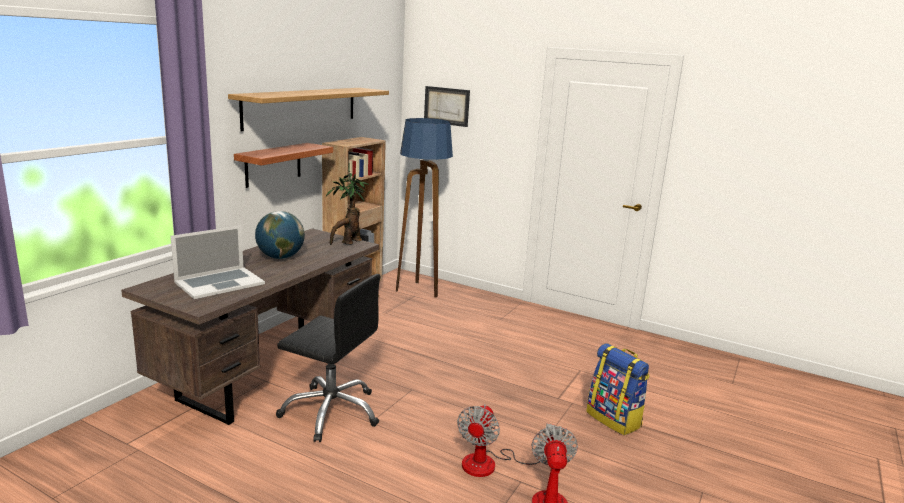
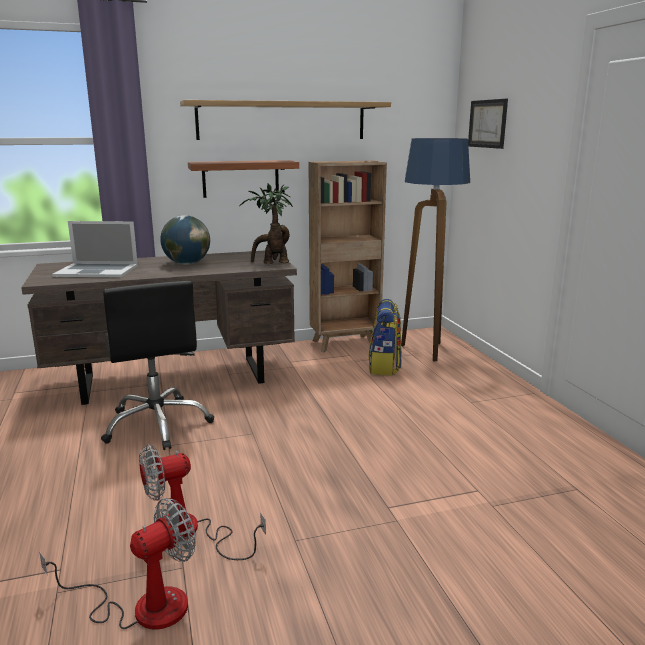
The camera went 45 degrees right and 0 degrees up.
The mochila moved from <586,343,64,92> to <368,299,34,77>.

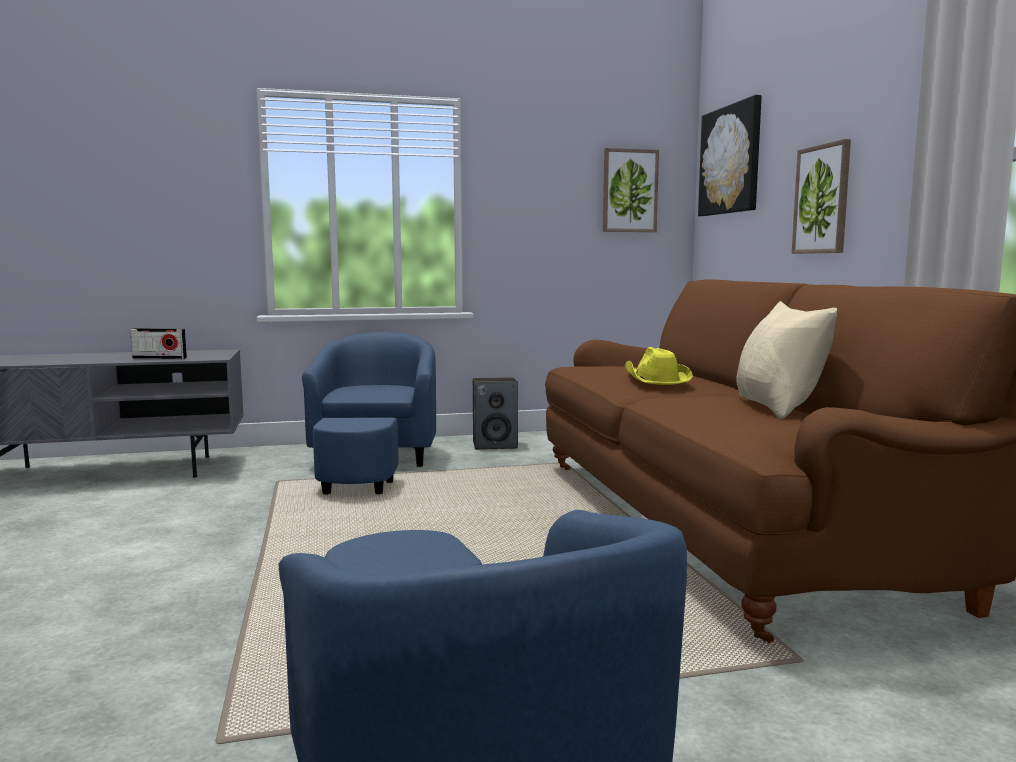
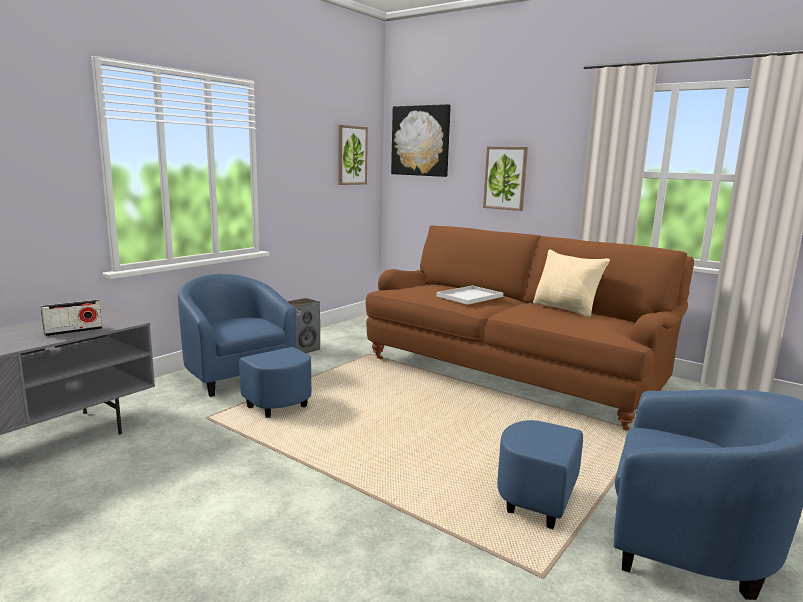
The camera went 40 degrees left and 5 degrees up.
The sombrero [amarillo] at <625,347,68,38> was replaced by the bandeja [blanco] at <437,285,66,20>.

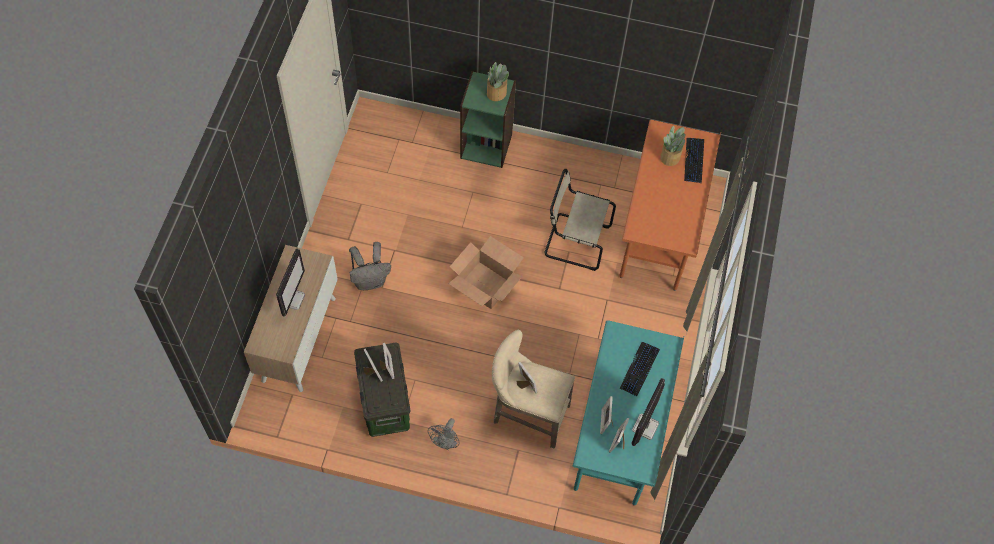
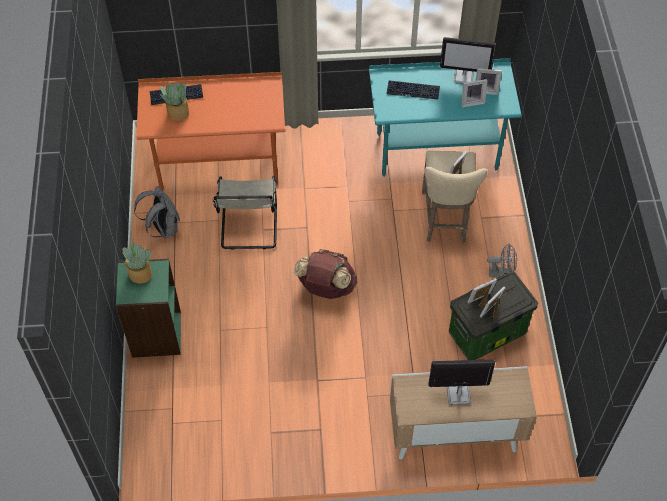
The camera went 105 degrees left and 5 degrees down.
The mochila [gris] moved from <349,242,42,48> to <134,186,46,53>.
The caja de cartón at <448,236,76,73> was replaced by the mochila [marrón] at <294,249,64,50>.

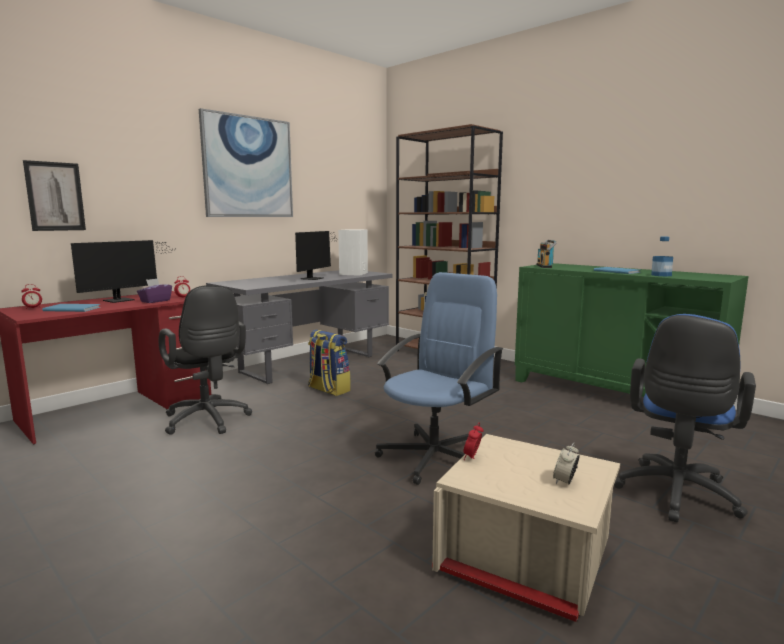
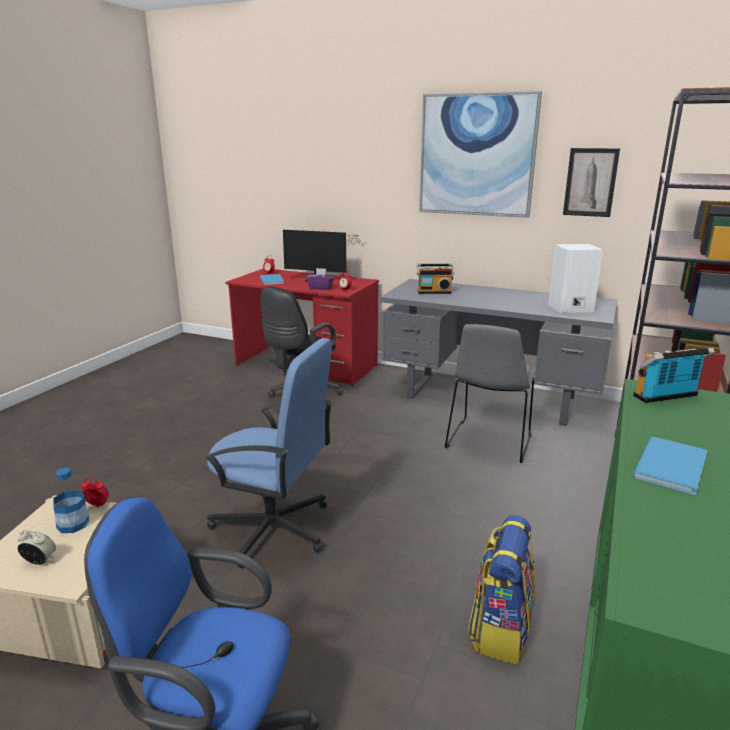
The camera went 70 degrees right and 10 degrees up.
The botella moved from <651,237,22,39> to <53,468,36,65>.
The radio at <417,264,37,30> appeared.
The silla [gris] at <445,324,90,139> appeared.
The mochila moved from <308,330,43,66> to <468,515,68,150>.
The cuadro moved from <23,160,63,71> to <563,148,57,69>.
The monitor at <295,231,42,49> disappeared.

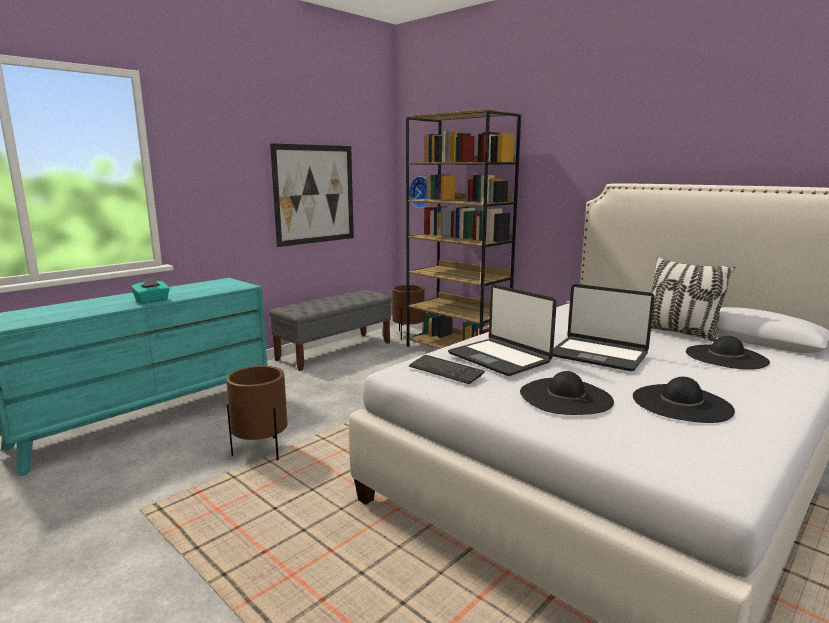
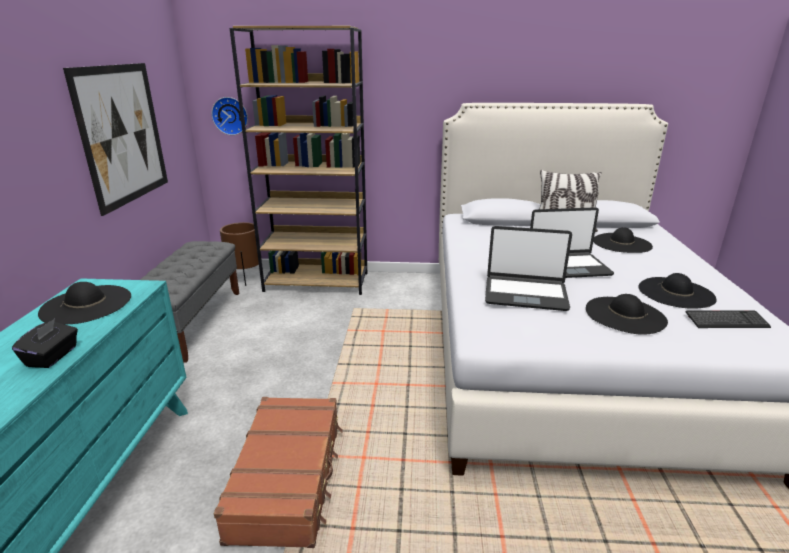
The camera went 40 degrees left and 10 degrees up.
The caja de pañuelos [turquesa] at <131,277,39,27> became the caja de pañuelos [negro] at <12,319,66,49>.
The sombrero [negro] at <38,282,93,43> appeared.
The maceta [marrón] at <226,366,62,94> was replaced by the maleta [marrón] at <214,397,129,151>.
The teclado moved from <409,355,76,29> to <686,310,85,18>.

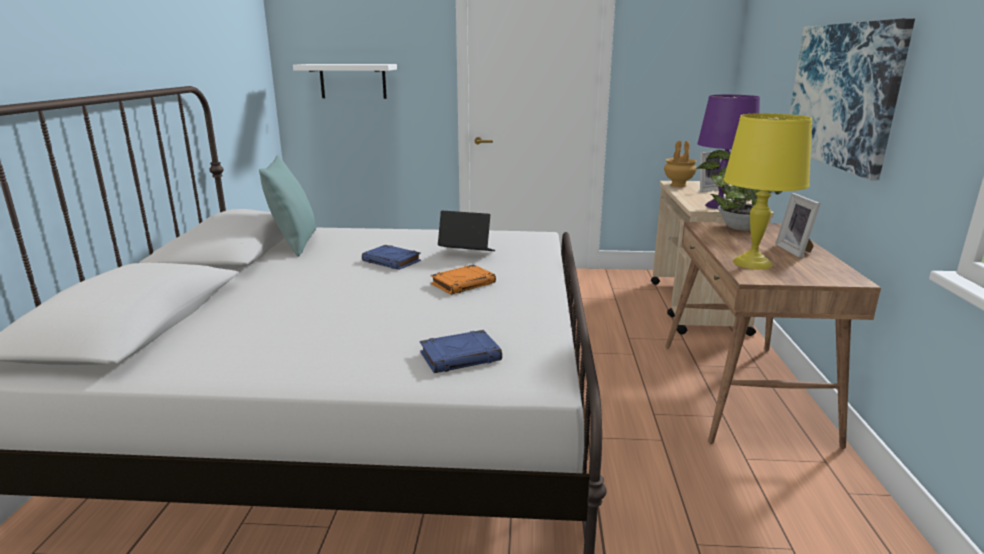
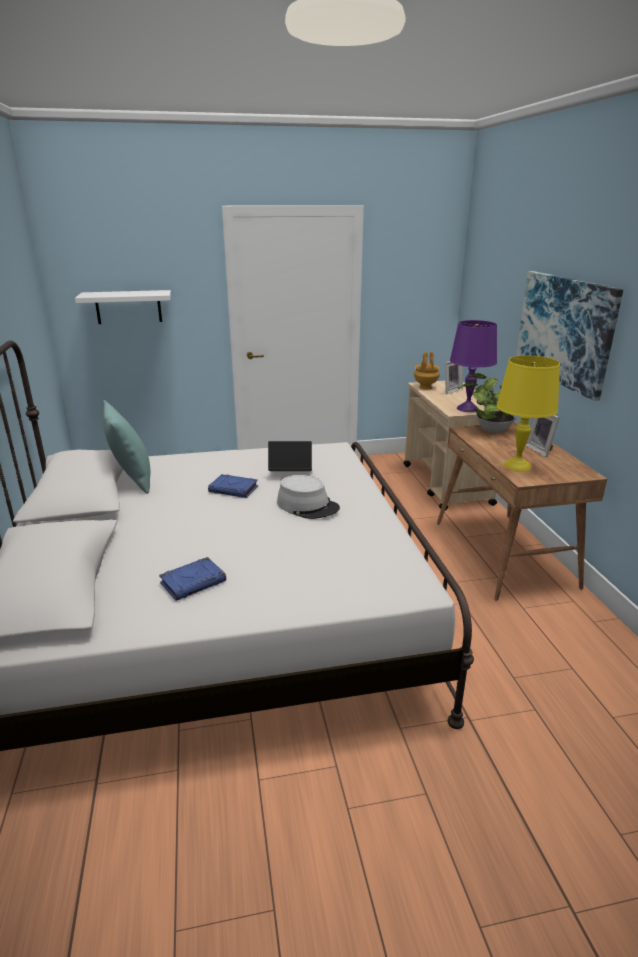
The camera went 15 degrees left and 5 degrees up.
The libro [azul] moved from <420,330,82,43> to <159,557,67,44>.
The libro [naranja] at <431,264,65,31> was replaced by the sombrero [gris] at <277,475,63,44>.

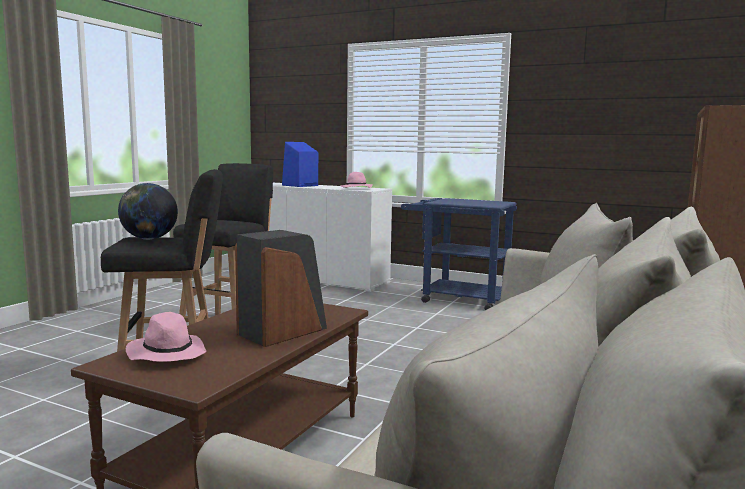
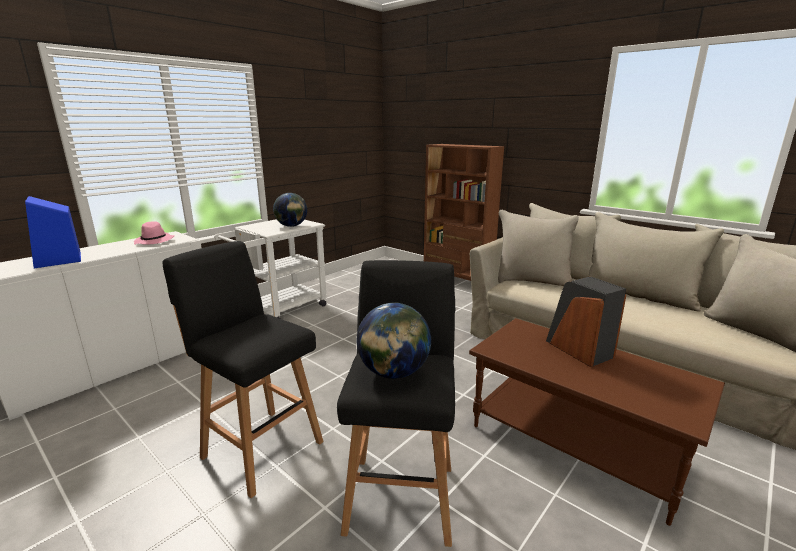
The camera went 75 degrees left and 10 degrees up.
The carrito [azul] at <401,198,116,112> became the carrito [blanco] at <214,219,113,100>.
The globo terráqueo at <273,193,34,34> appeared.
The sombrero [rosa] at <126,312,80,50> disappeared.

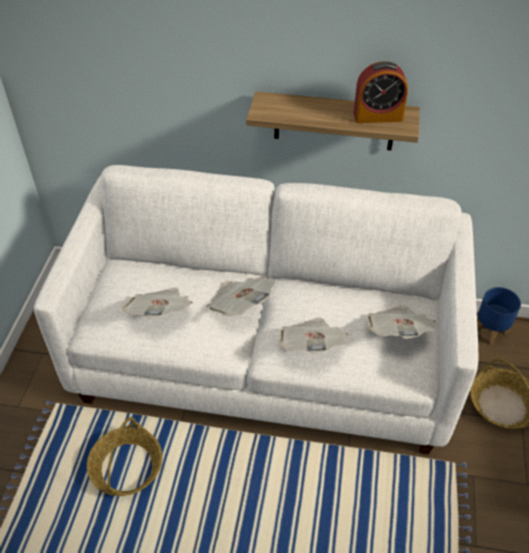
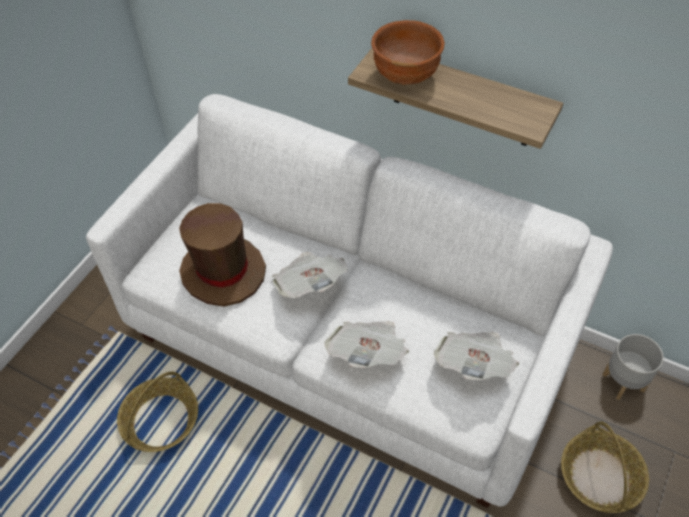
The camera went 20 degrees right and 5 degrees up.
The periódico at <122,287,71,31> was replaced by the sombrero [marrón] at <179,203,87,104>.
The cuenco [marrón] at <371,20,74,65> appeared.
The maceta [azul] at <477,287,44,58> became the maceta [gris] at <602,334,62,66>.
The despertador at <354,61,54,62> disappeared.

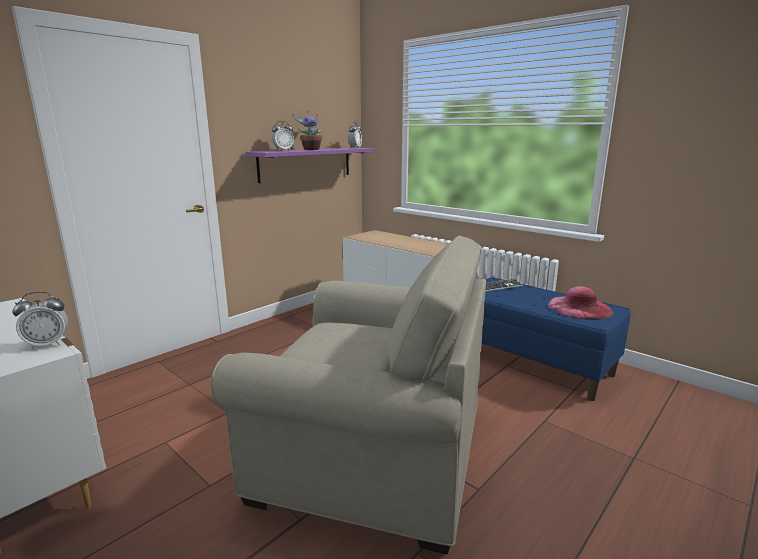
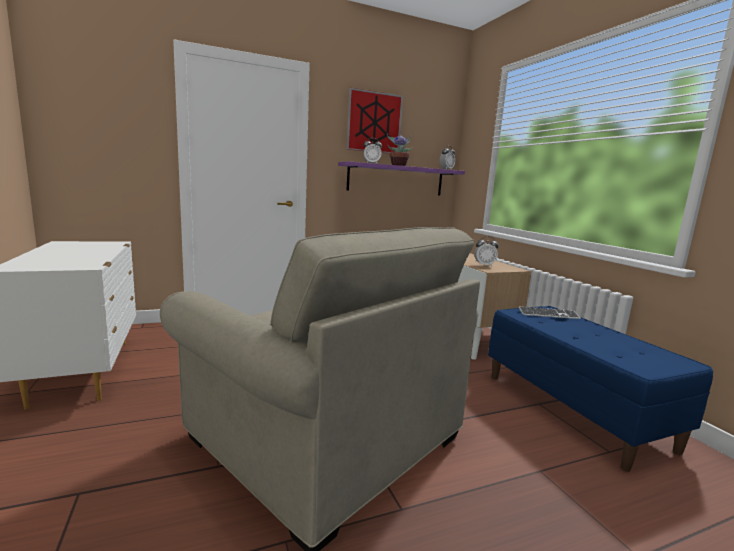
The camera went 25 degrees right and 5 degrees down.
The cuadro at <346,88,57,66> appeared.
The despertador moved from <12,292,56,58> to <474,236,25,31>.
The sombrero [rosa] at <548,286,66,34> disappeared.

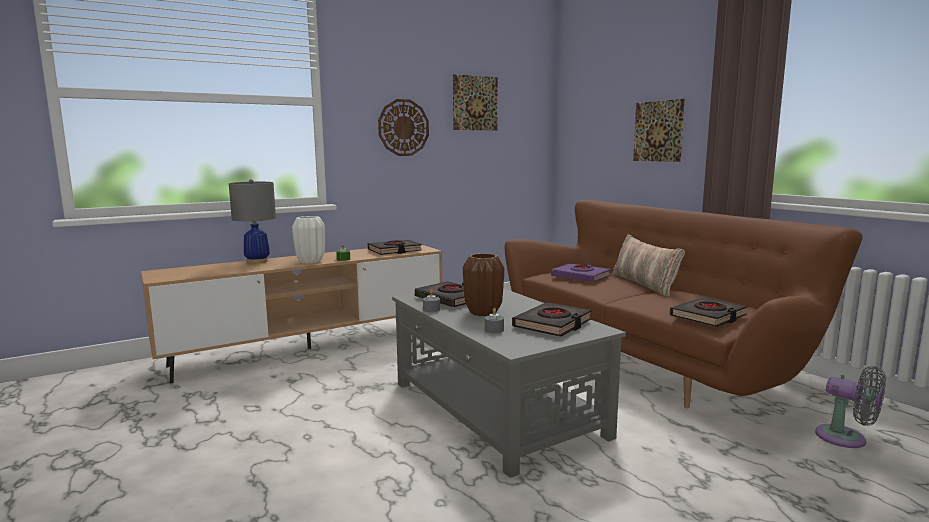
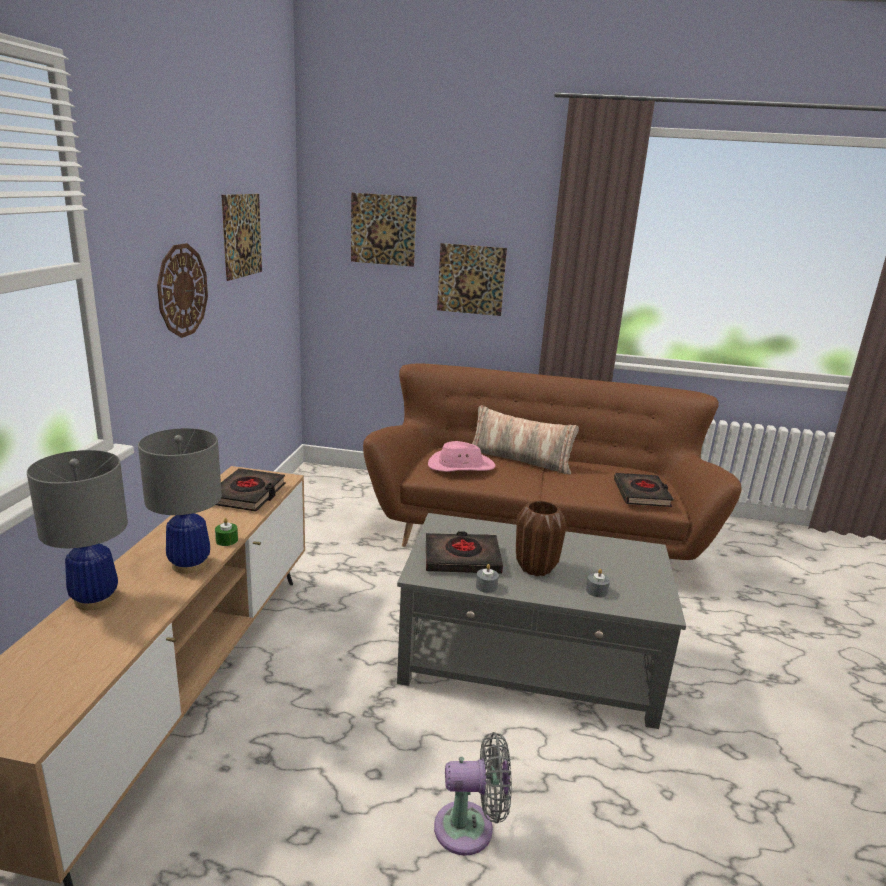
The camera went 50 degrees left and 10 degrees up.
The florero [blanco] at <292,216,33,48> was replaced by the lámpara de mesa [gris] at <138,428,84,146>.
The cuadro at <351,193,66,74> appeared.
The libro [morado] at <551,264,60,18> was replaced by the sombrero [rosa] at <428,441,68,31>.
The ventilador [gris] moved from <815,366,71,82> to <434,732,78,124>.
The libro [negro] at <512,302,80,35> disappeared.

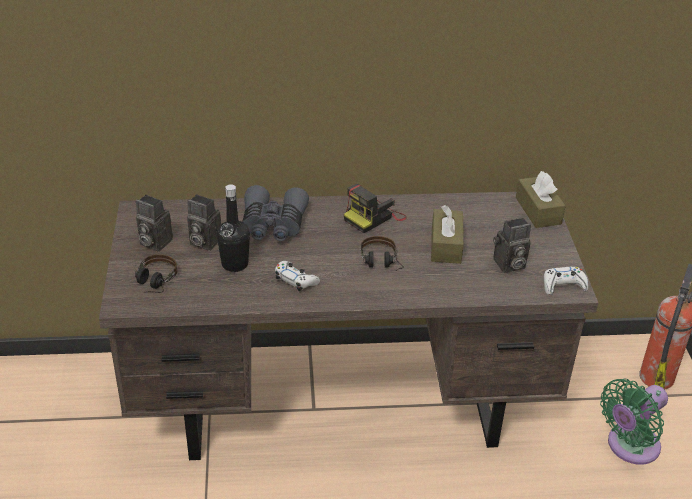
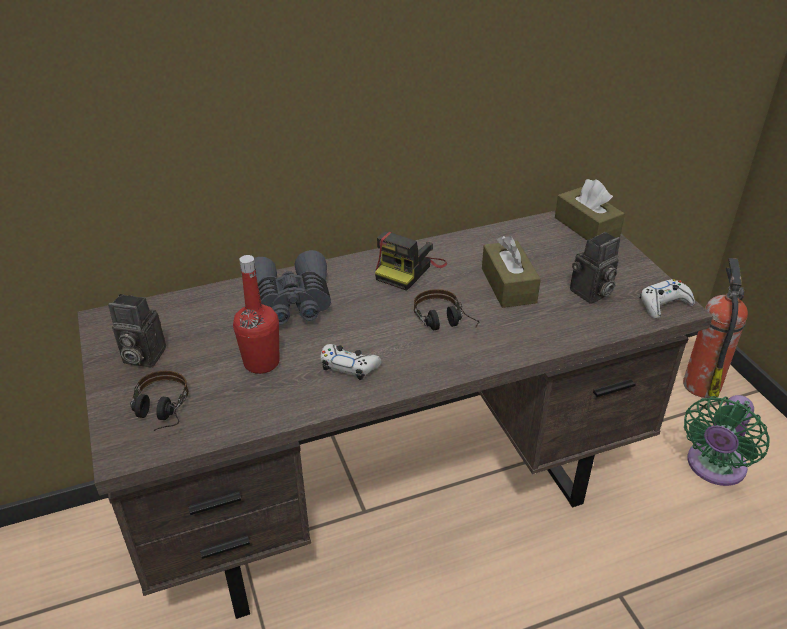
The camera went 15 degrees left and 0 degrees up.
The botella [negro] at <217,184,33,88> became the botella [rojo] at <233,255,46,119>.
The cámara at <187,194,34,57> disappeared.

